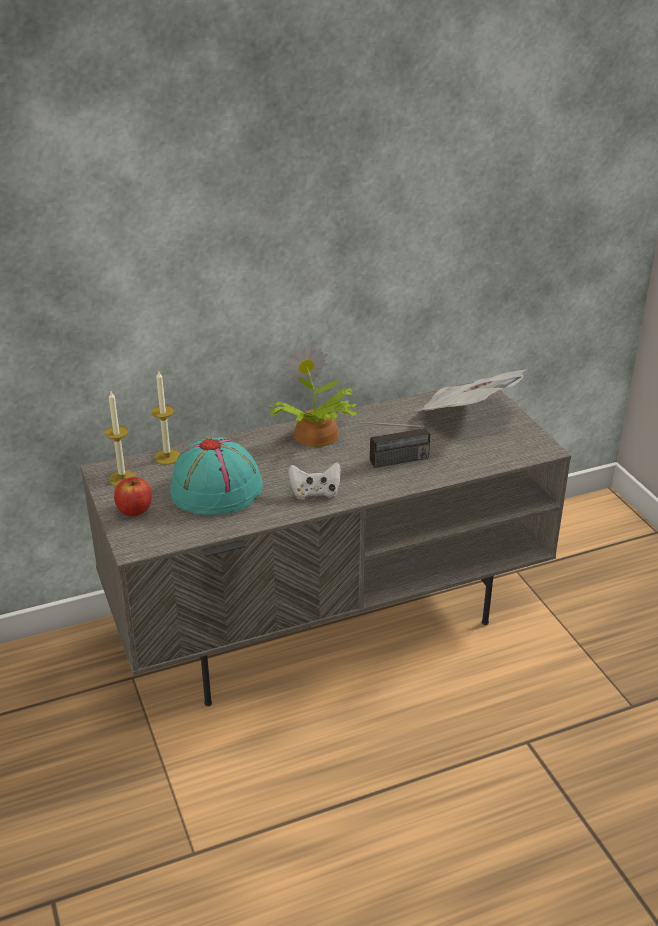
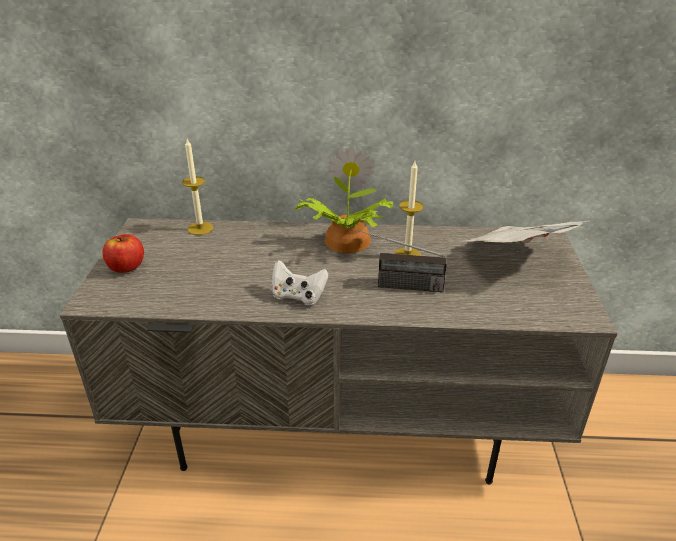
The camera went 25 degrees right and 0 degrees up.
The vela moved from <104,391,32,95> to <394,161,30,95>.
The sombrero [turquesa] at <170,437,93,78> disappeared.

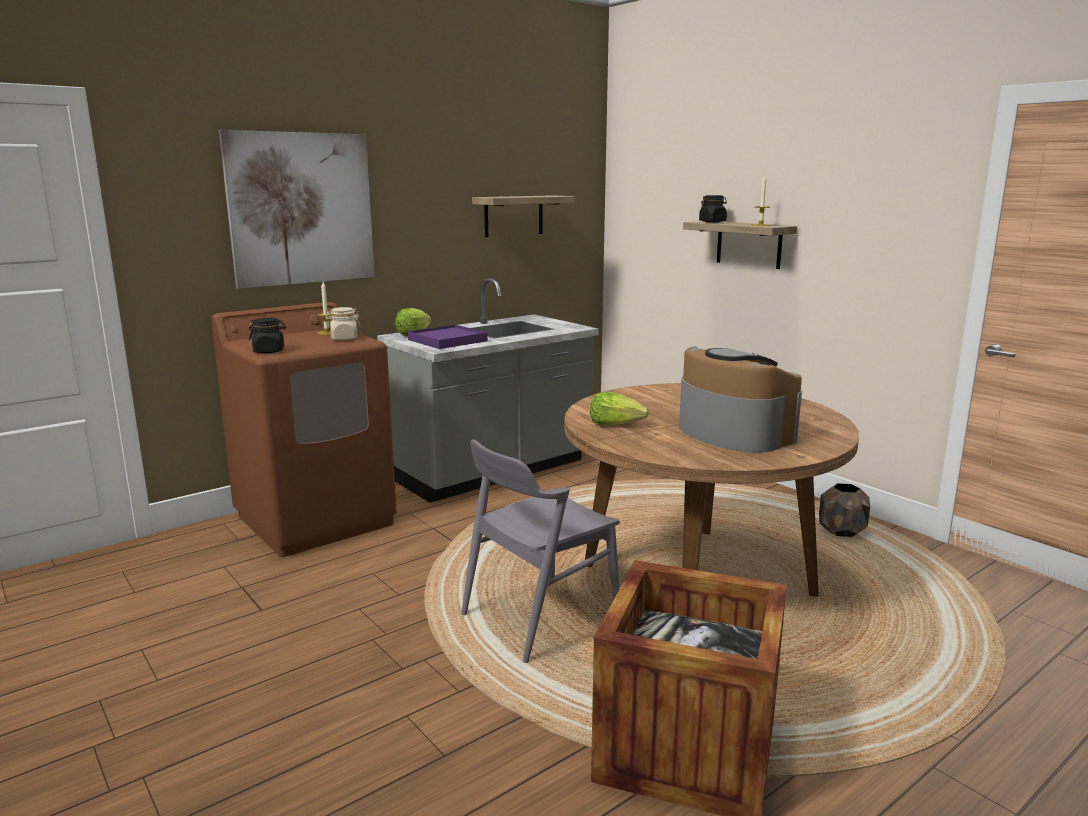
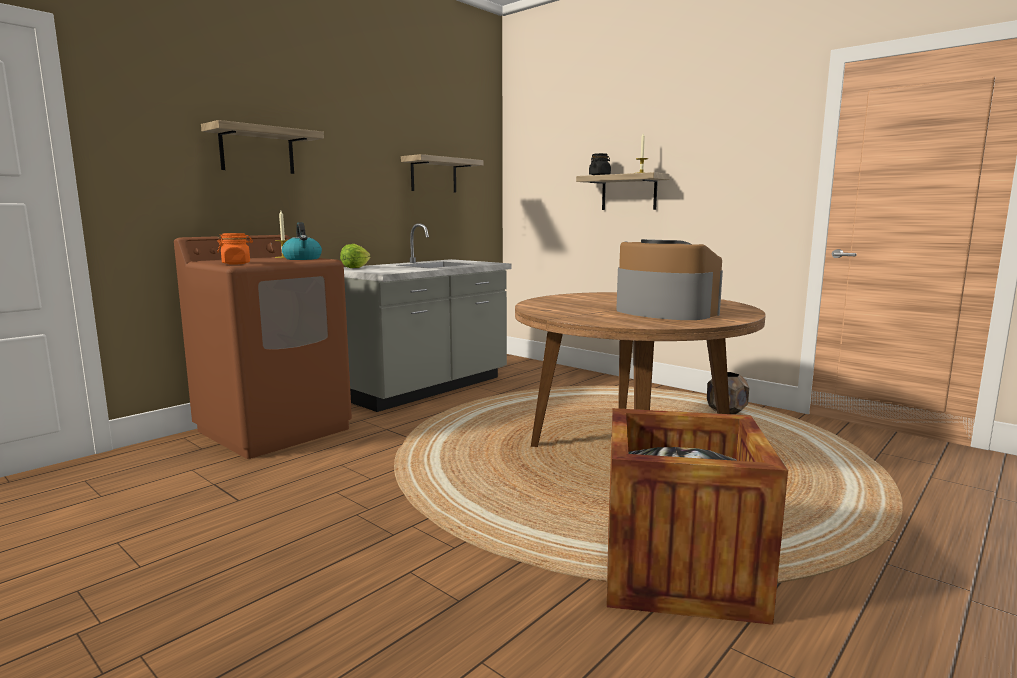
The camera went 10 degrees left and 5 degrees down.
The cuadro at <219,130,156,159> was replaced by the estante at <201,120,123,54>.
The tarro [negro] at <249,318,37,35> became the tarro [naranja] at <217,233,36,32>.
The tarro [beis] at <325,307,36,33> was replaced by the hervidor at <282,222,40,38>.
The bandeja [morado] at <408,325,80,24> disappeared.
The silla [gris] at <461,440,159,223> disappeared.
The lechuga at <590,392,59,34> disappeared.

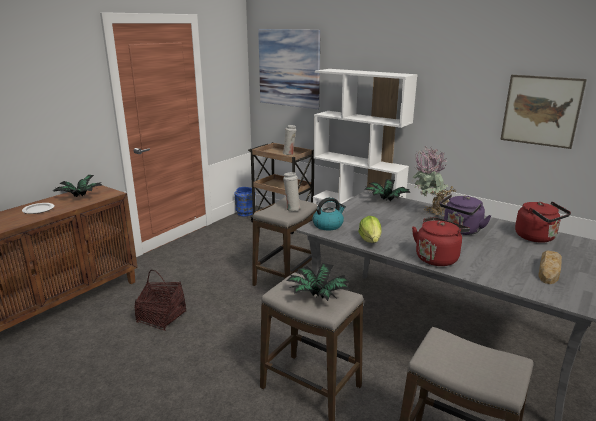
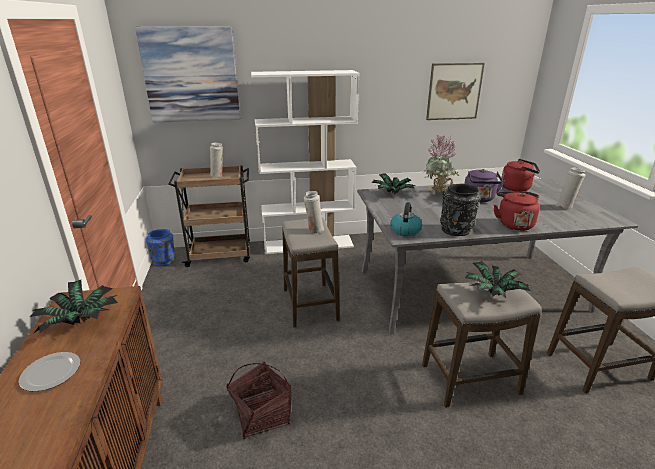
The camera went 45 degrees left and 5 degrees up.
The lechuga at <358,216,24,27> was replaced by the florero [negro] at <440,184,41,52>.
The pan at <538,250,24,34> was replaced by the florero [blanco] at <556,168,29,42>.

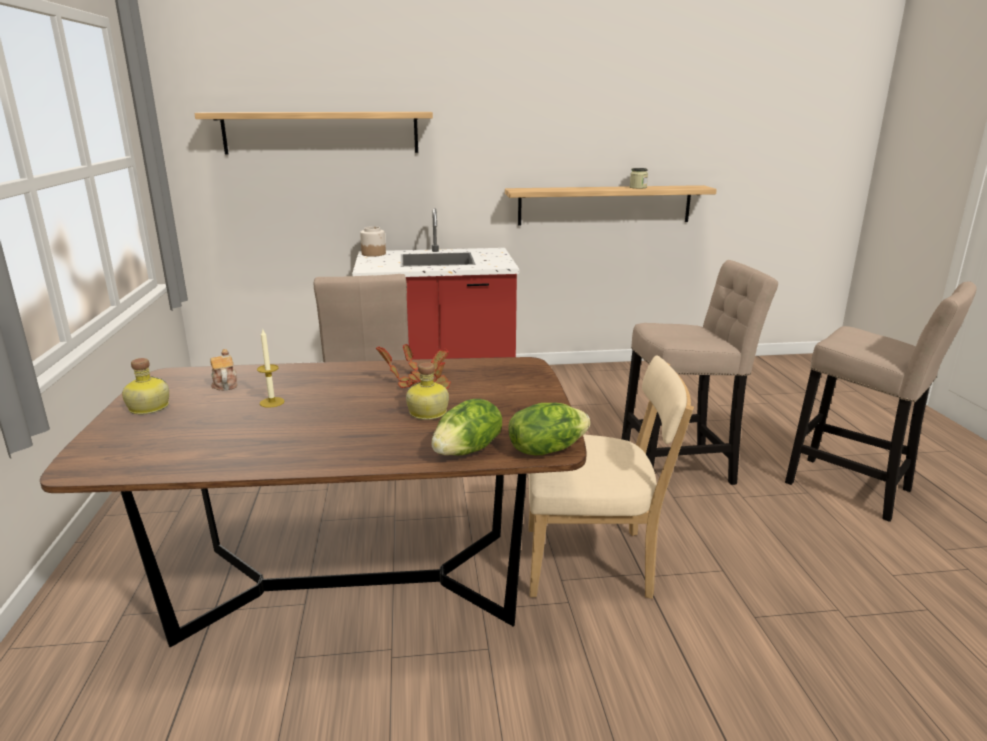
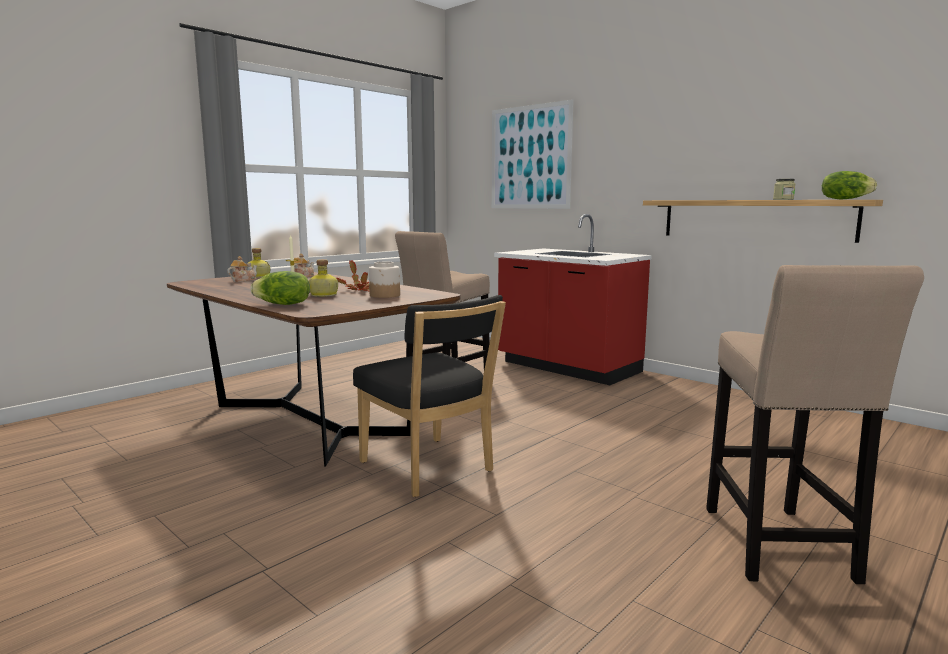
The camera went 50 degrees right and 10 degrees down.
The tetera at <227,256,31,26> appeared.
The silla [beis] at <528,355,166,244> became the silla [negro] at <353,295,153,202>.
The tarro moved from <360,226,26,31> to <369,262,31,36>.
The estante at <194,112,239,42> was replaced by the cuadro at <492,99,82,110>.
The lechuga moved from <509,403,81,52> to <822,171,55,28>.
The taburete [beis] at <622,260,156,225> disappeared.

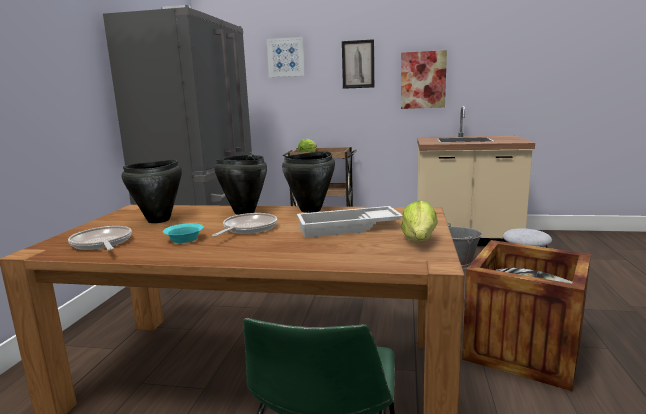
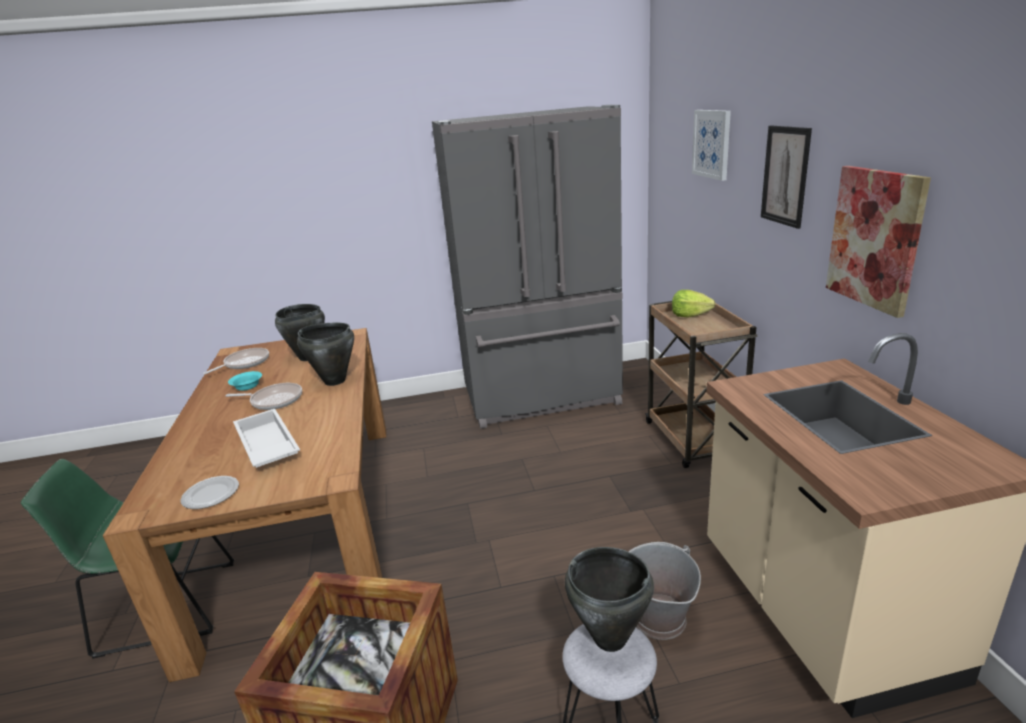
The camera went 70 degrees right and 10 degrees up.
The lechuga at <401,200,37,42> was replaced by the plato at <181,476,58,33>.
The olla [negro] moved from <282,151,53,62> to <565,547,89,105>.

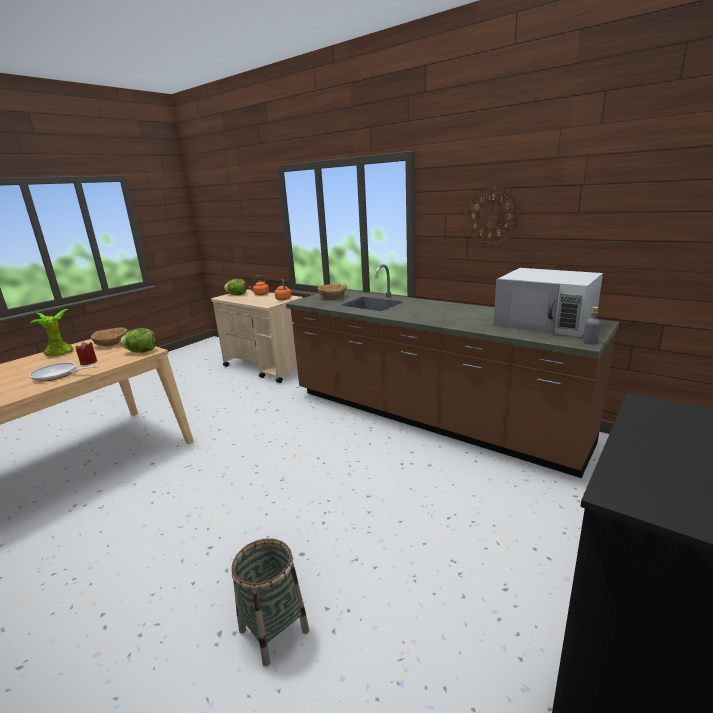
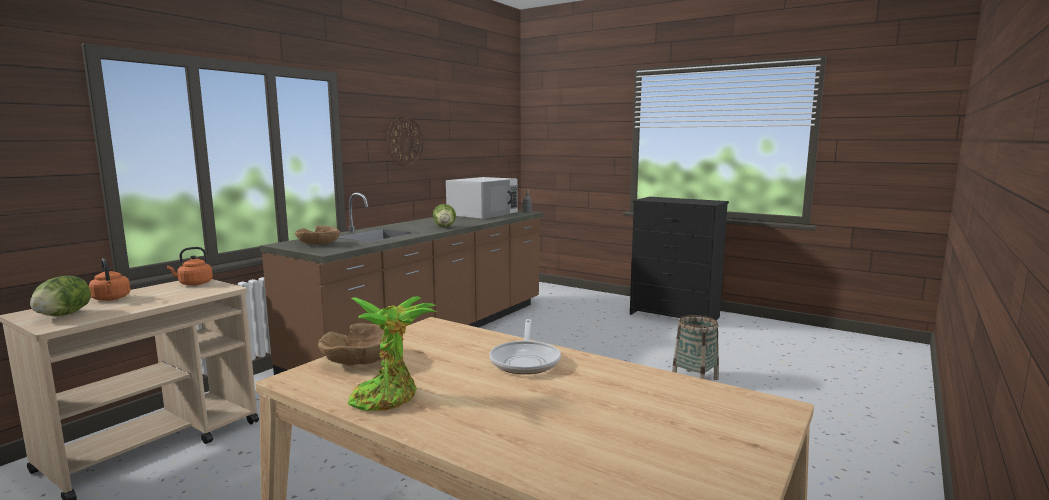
The camera went 95 degrees left and 10 degrees down.
The lechuga moved from <120,328,36,25> to <433,204,23,23>.
The vela [rojo] at <75,341,22,24> disappeared.

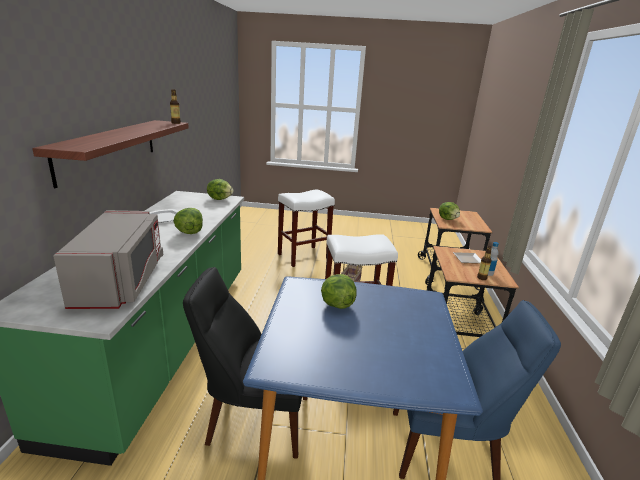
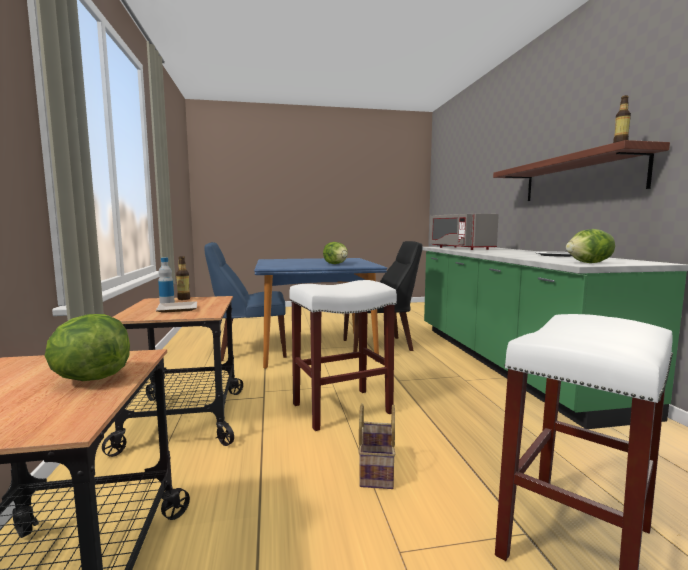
The camera went 165 degrees right and 15 degrees down.
The lechuga at <173,208,30,26> disappeared.

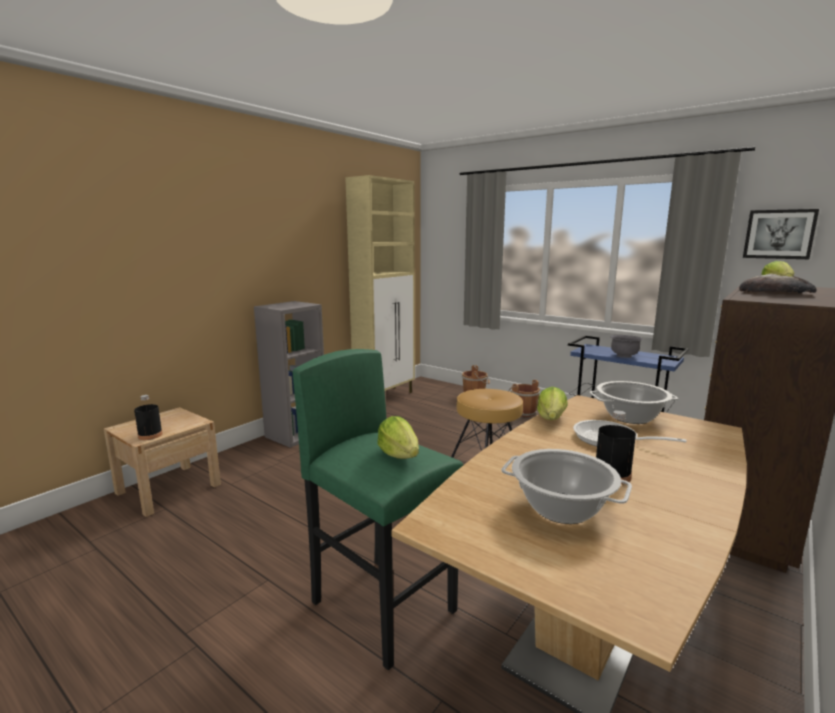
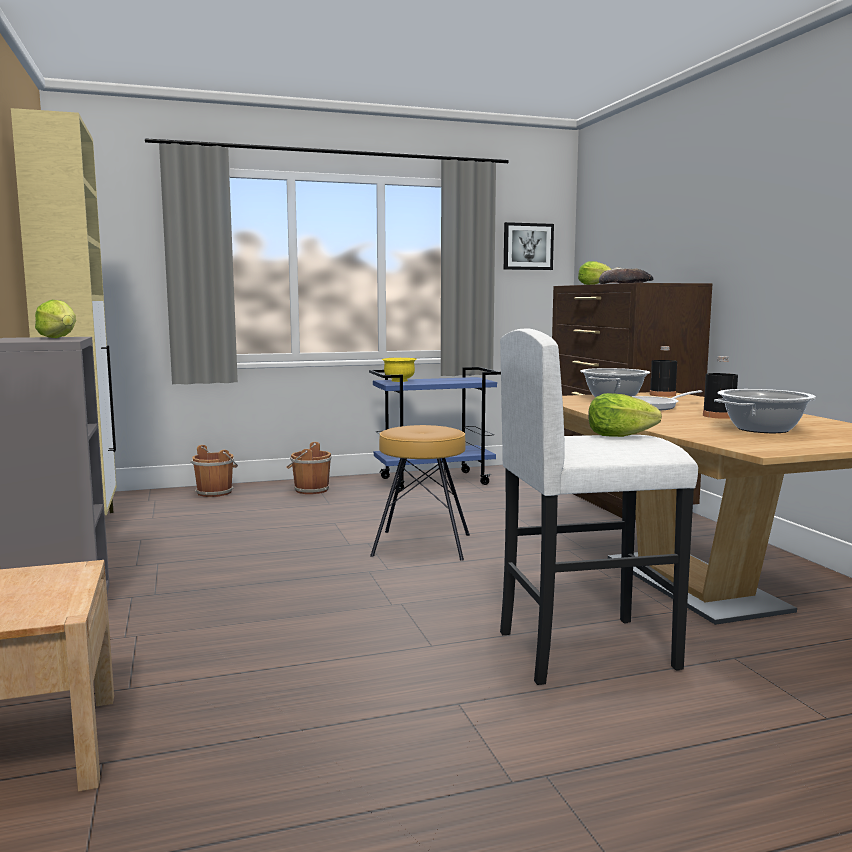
The camera went 55 degrees left and 5 degrees down.
The lechuga moved from <537,386,31,34> to <35,300,41,38>.
The cuenco [amarillo] at <382,358,35,24> appeared.
The taburete [verde] at <293,349,170,321> became the taburete [blanco] at <500,328,198,357>.
The botella [negro] moved from <134,395,29,45> to <650,346,27,51>.
The cuenco [gris] at <610,335,33,23> disappeared.

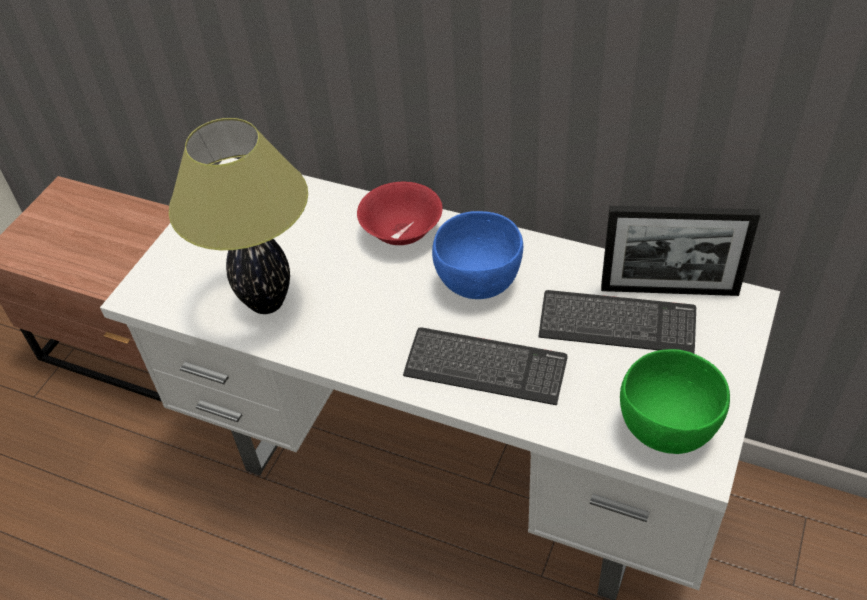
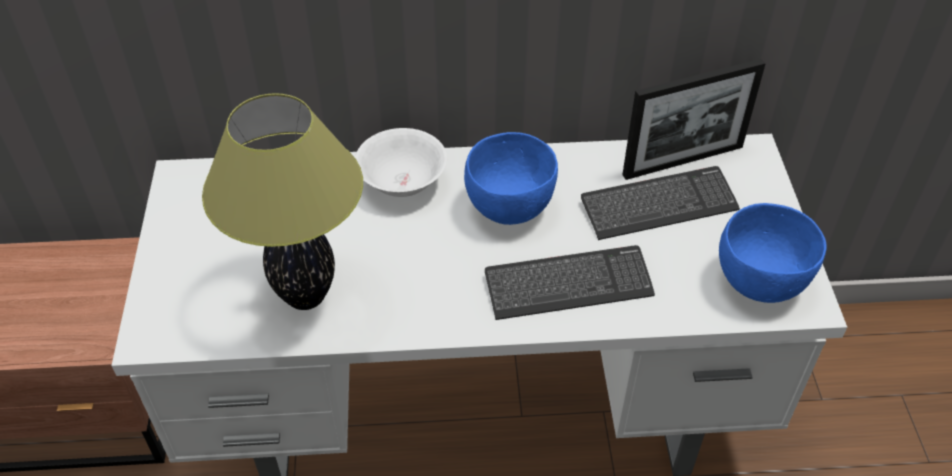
The camera went 30 degrees left and 0 degrees up.
The cuenco [rojo] at <357,182,86,63> became the cuenco [blanco] at <355,128,92,69>.
The cuenco [verde] at <620,349,110,105> became the cuenco [azul] at <719,203,108,100>.

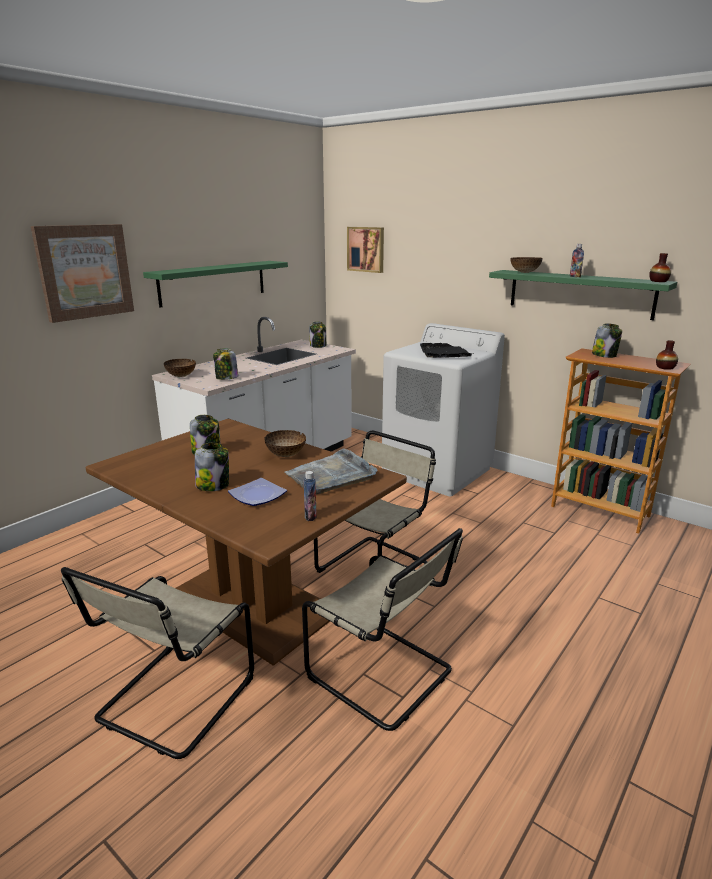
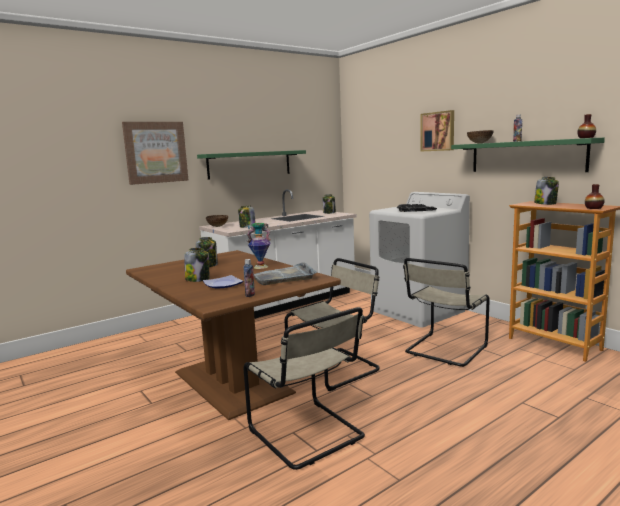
The camera went 15 degrees right and 10 degrees down.
The cuenco at <264,430,42,27> was replaced by the florero at <247,223,24,46>.
The silla [beis] moved from <61,567,193,192> to <403,258,87,109>.
The cuadro moved from <347,227,37,46> to <420,110,34,42>.

